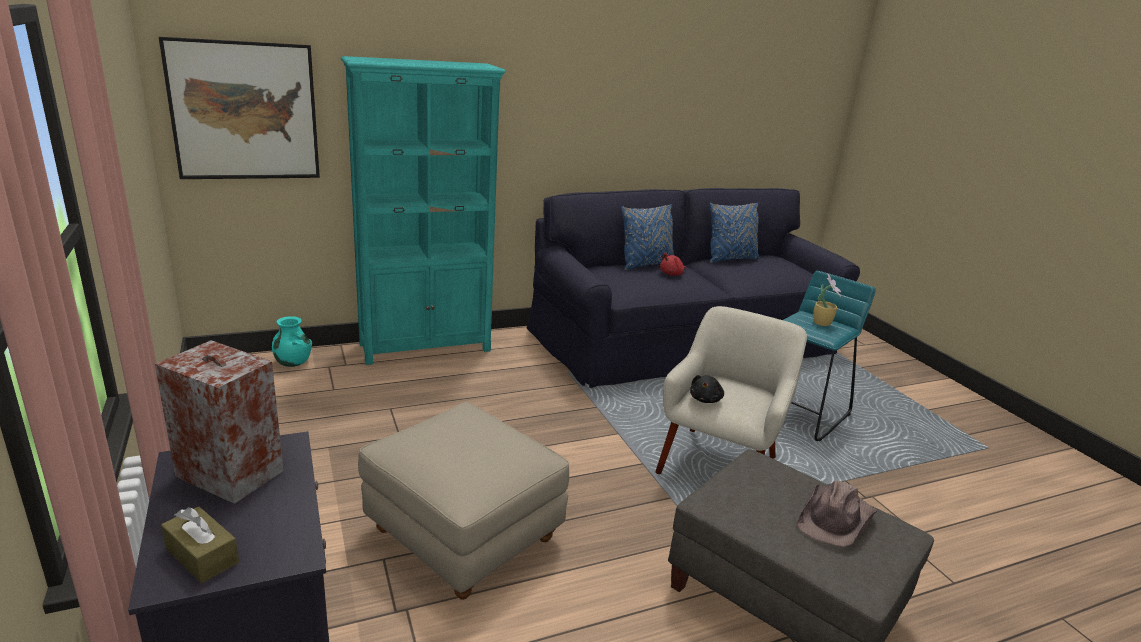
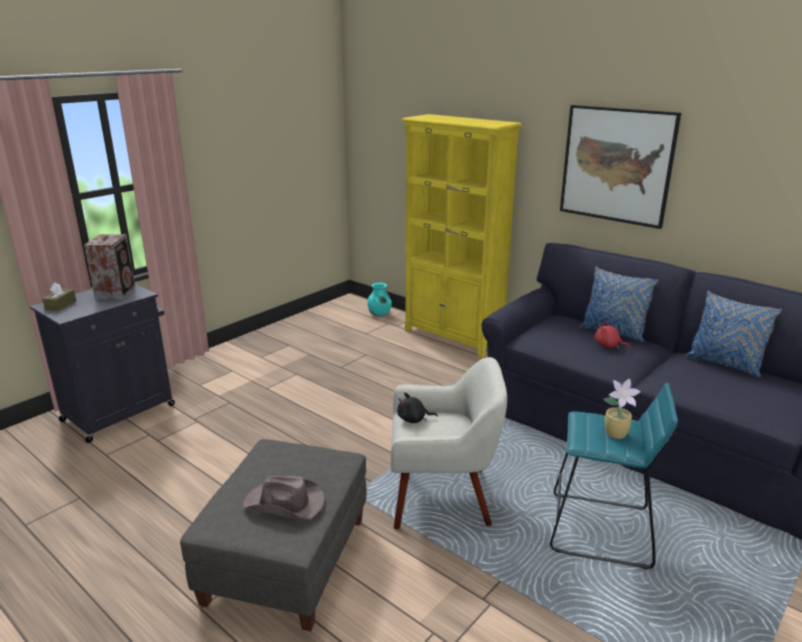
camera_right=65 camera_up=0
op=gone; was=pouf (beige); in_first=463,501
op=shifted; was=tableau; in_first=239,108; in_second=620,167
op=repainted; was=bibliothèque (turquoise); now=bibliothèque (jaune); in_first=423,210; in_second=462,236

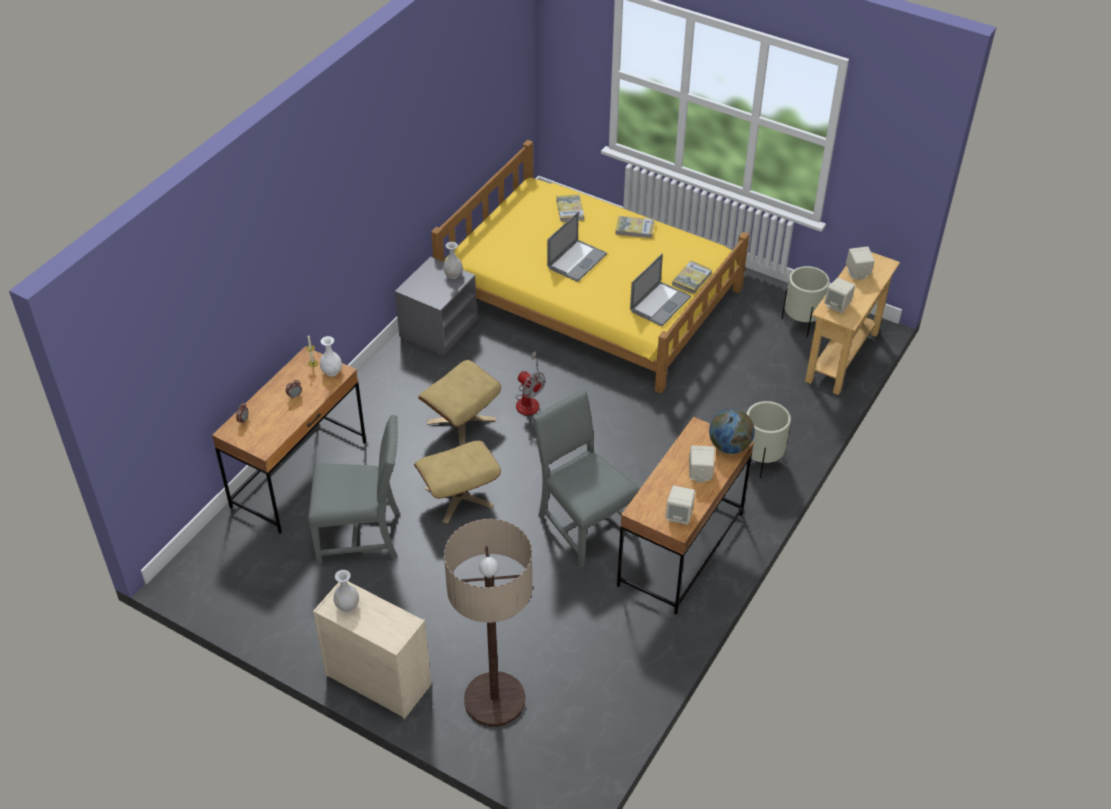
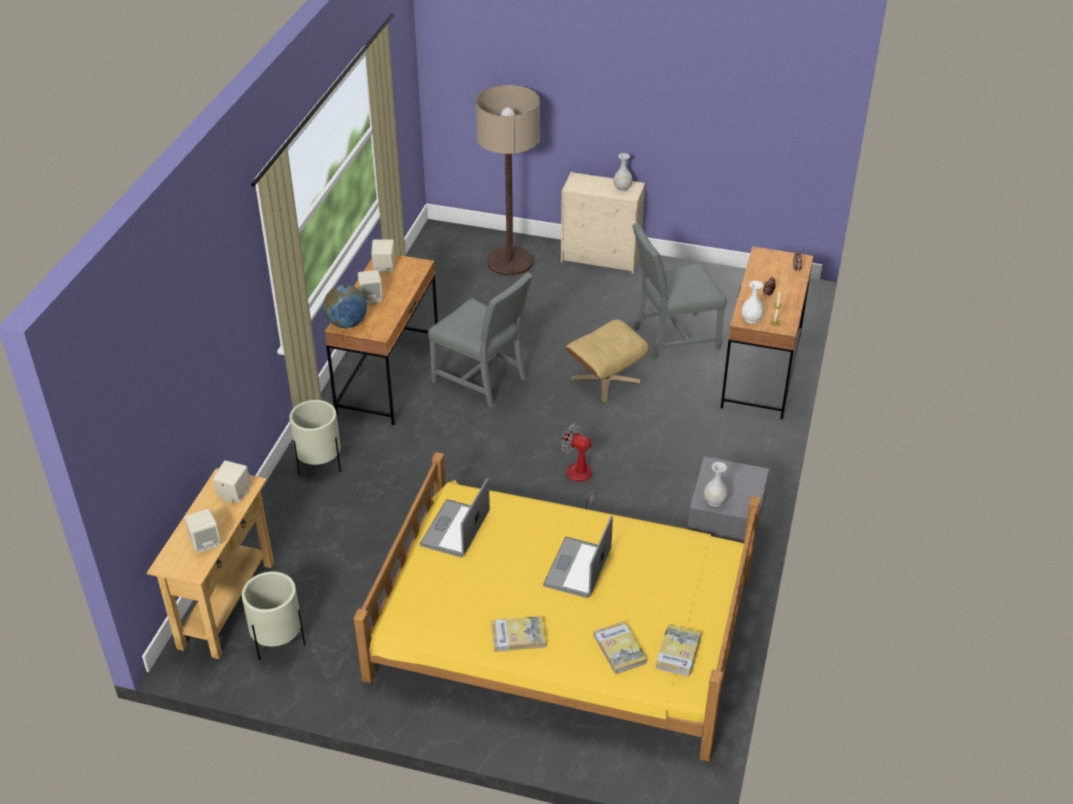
camera_right=165 camera_up=-5
op=gone; was=pouf (beige); in_first=459,403
op=shifted; was=livre; in_first=692,277; in_second=678,650

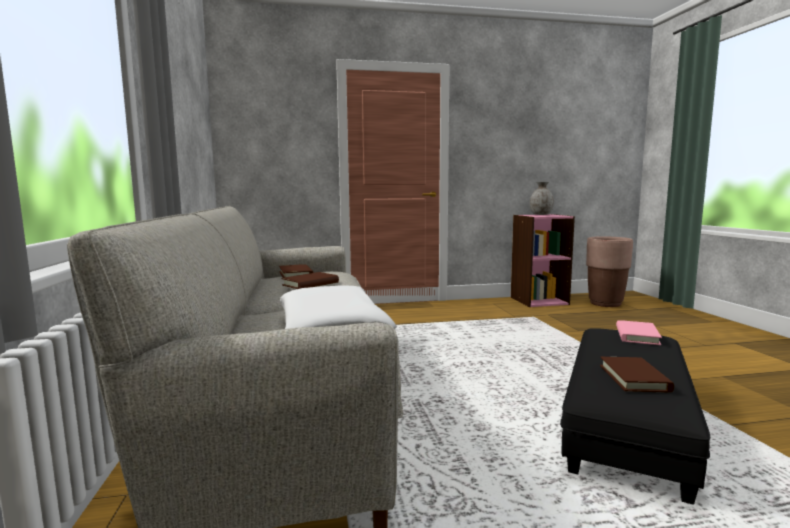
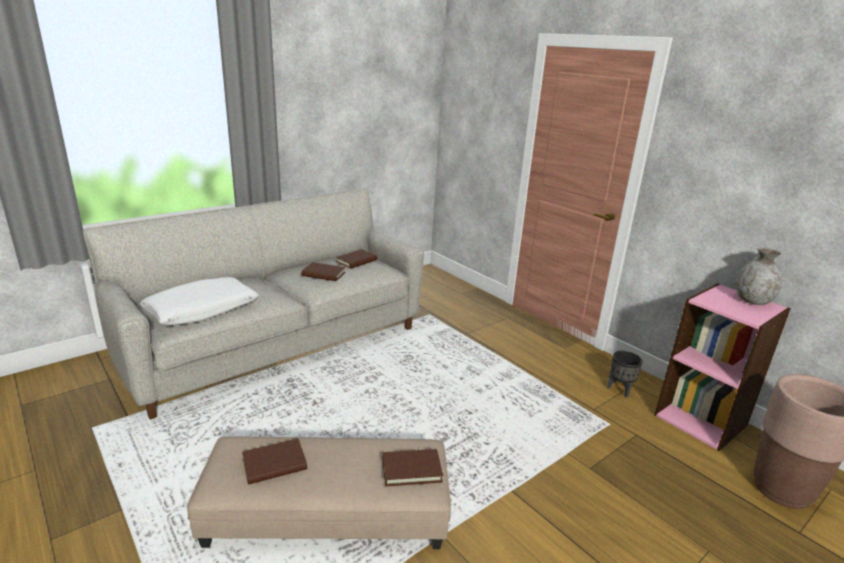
camera_right=60 camera_up=15
op=new; now=cache-pot (noir); in_second=625,374
op=repainted; was=pouf (noir); now=pouf (beige); in_first=635,416; in_second=319,492
op=repainted; was=livre (rose); now=livre (marron); in_first=639,332; in_second=412,467

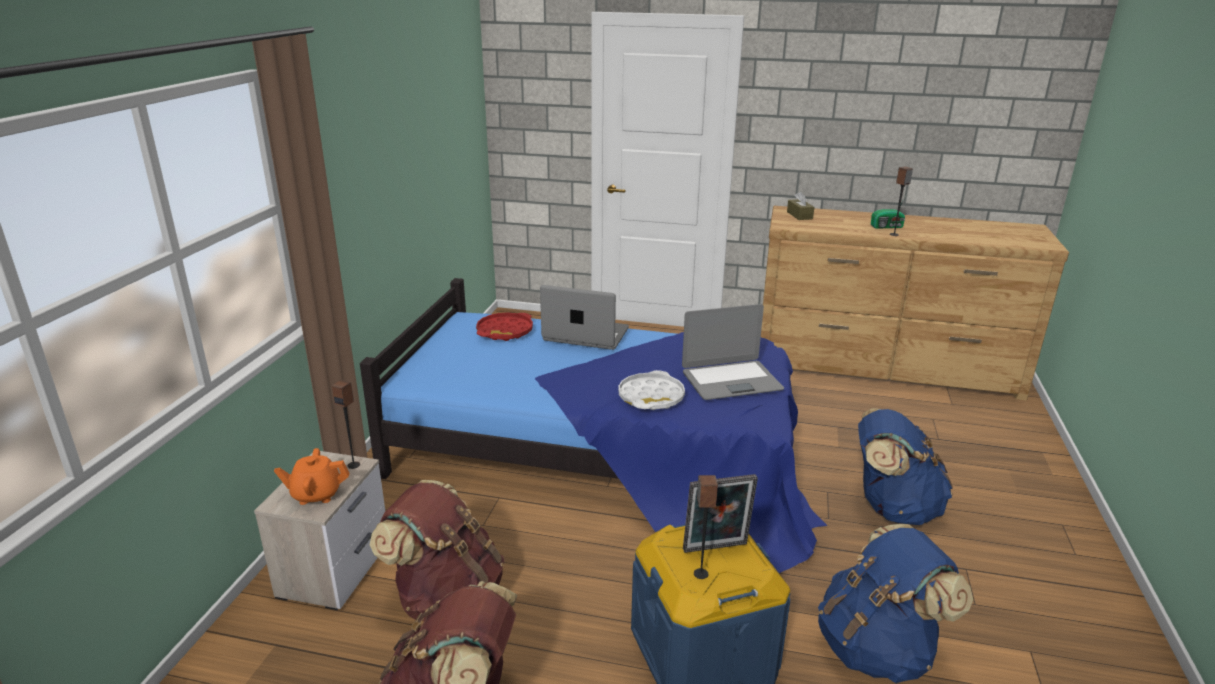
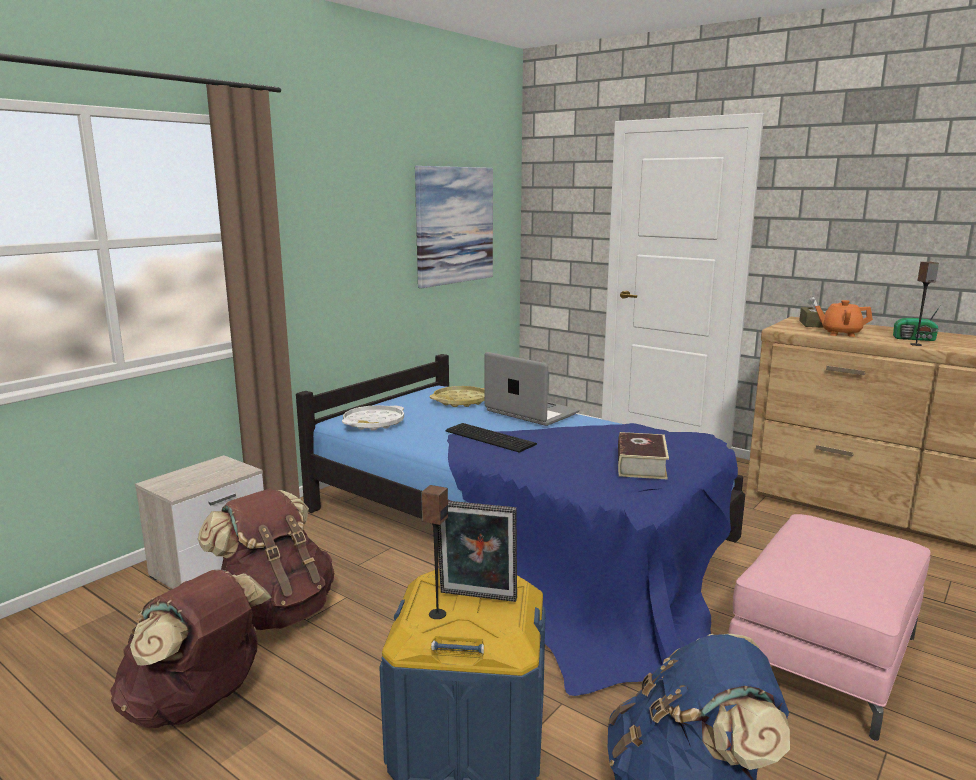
camera_right=25 camera_up=-10
op=gone; was=enceinte; in_first=346,424
op=new; now=tableau; in_second=454,227
op=new; now=clavier; in_second=491,438
op=shifted; was=théière (orange); in_first=312,476; in_second=844,318
op=shifted; was=plateau (blanc); in_first=651,390; in_second=373,418
op=swapped; was=ordinateur portable; now=livre; in_first=733,352; in_second=643,456
op=swapped; was=sac à dos (bleu); now=pouf (rose); in_first=905,466; in_second=829,627
op=repainted; was=plateau (rouge); now=plateau (jaune); in_first=504,327; in_second=457,396

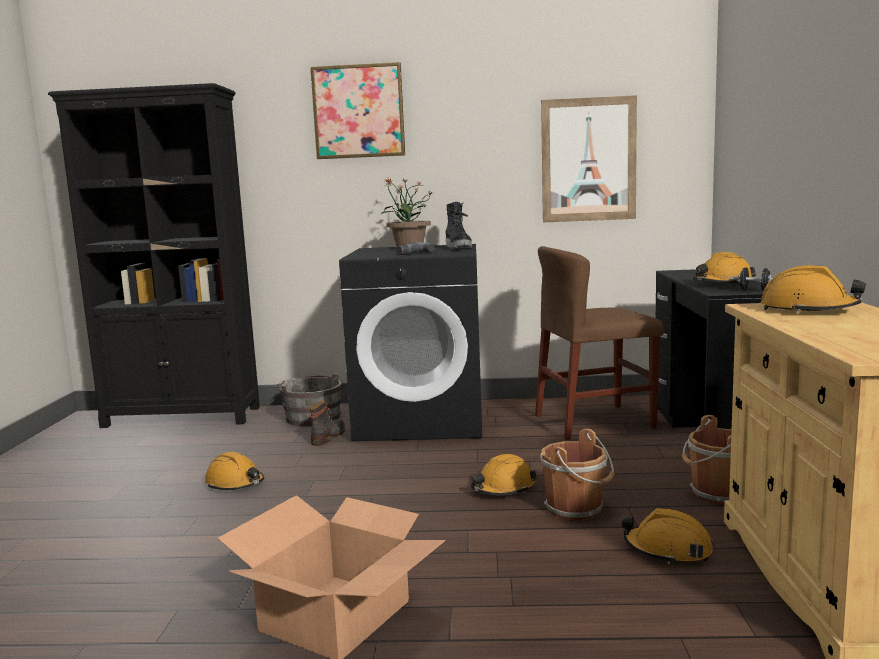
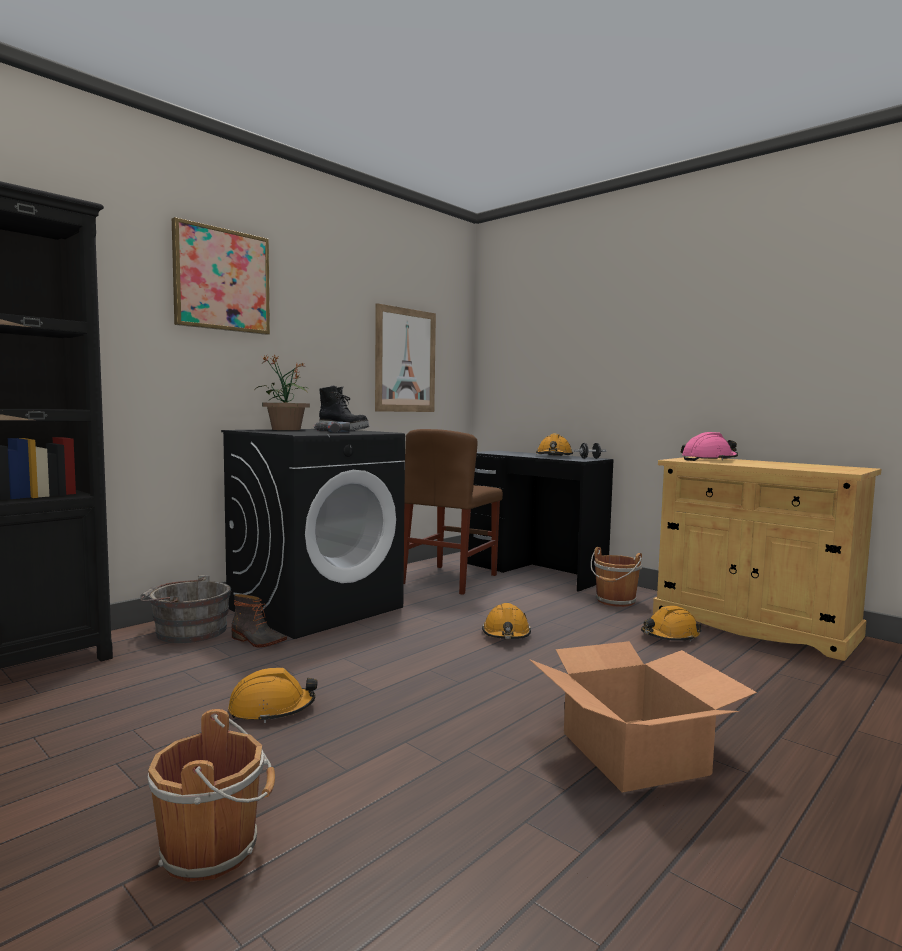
camera_right=-50 camera_up=-5
op=shifted; was=seau (marron); in_first=577,474; in_second=211,795
op=repainted; was=casque de chantier (orange); now=casque de chantier (rose); in_first=813,289; in_second=709,446
op=rotated; was=botte; in_first=327,423; in_second=259,621; clockwise=150

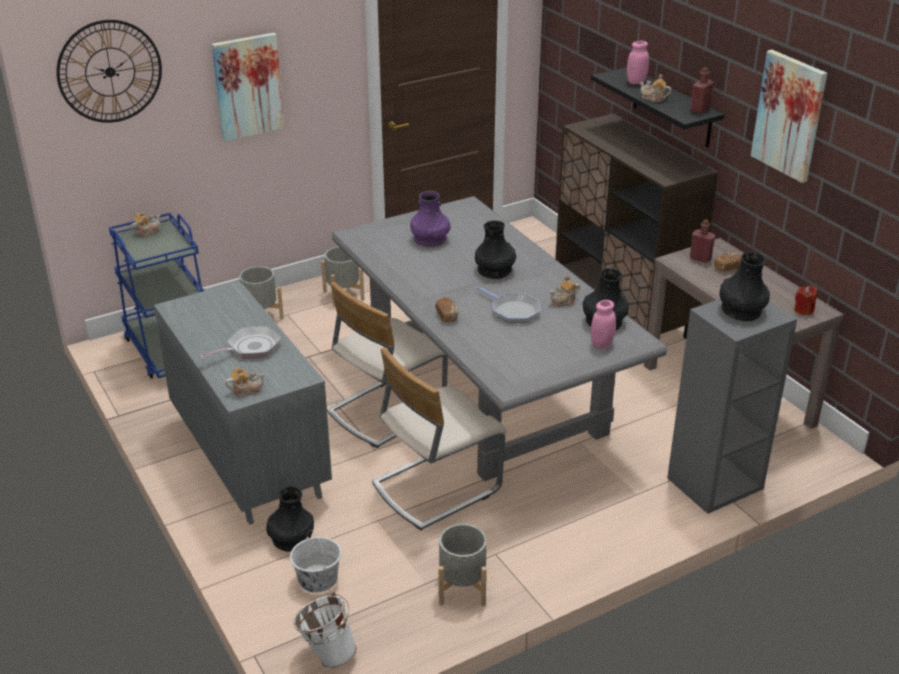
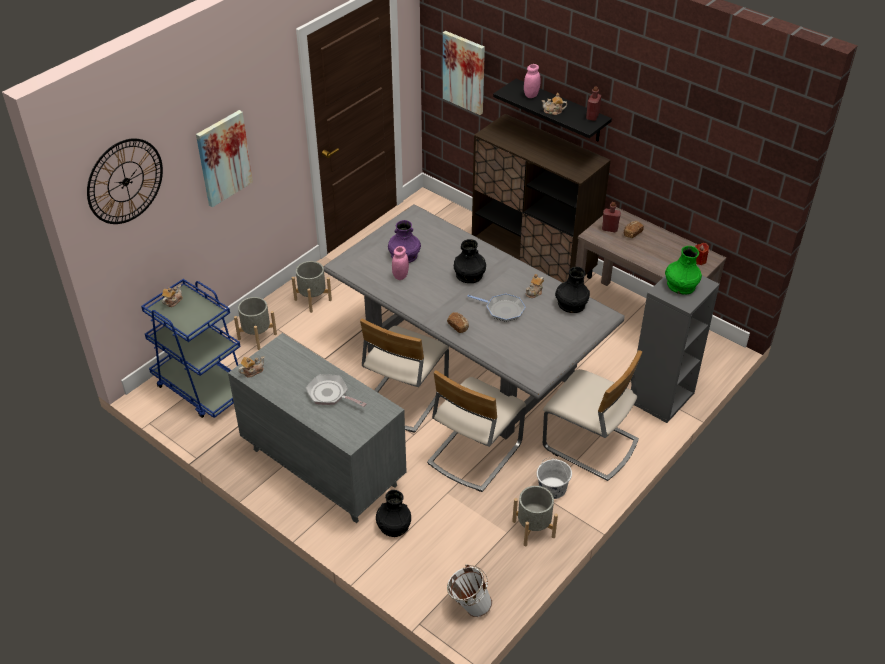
camera_right=-20 camera_up=10
op=new; now=chaise (beige); in_second=592,415
op=shifted; was=théière; in_first=245,381; in_second=251,367
op=shifted; was=seau (blanc); in_first=316,561; in_second=554,478
op=shifted; was=bocal (rose); in_first=603,324; in_second=400,263
op=shifted; was=tableau; in_first=789,116; in_second=464,73
op=repainted; was=vase (noir); now=vase (vert); in_first=744,286; in_second=683,270
op=rotated; was=poêle; in_first=239,342; in_second=336,390; clockwise=-90

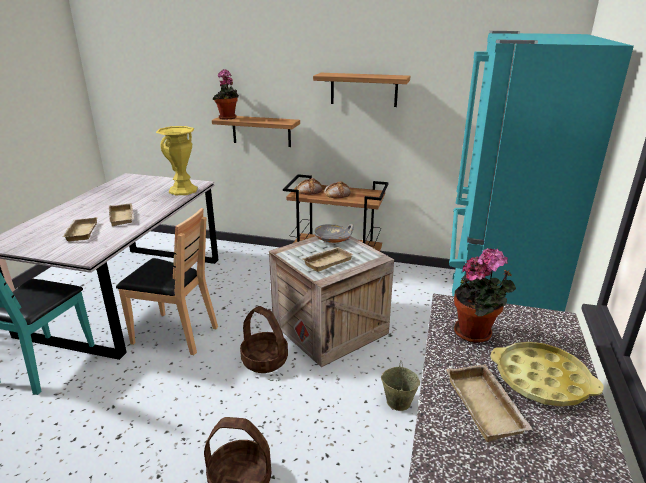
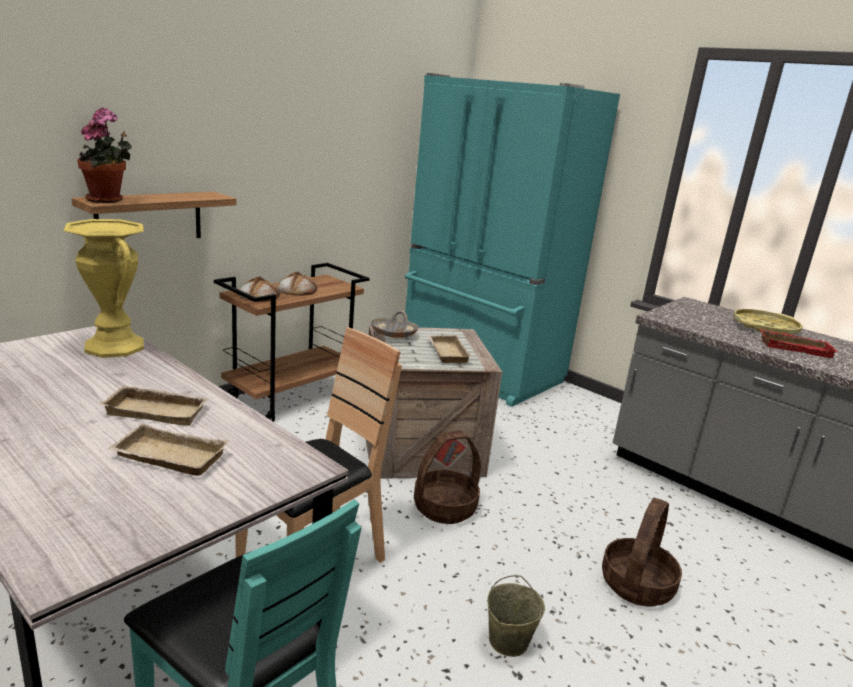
camera_right=-65 camera_up=-5
op=gone; was=étagère; in_first=361,90
op=gone; was=plante en pot; in_first=485,295
op=shifted; was=seau (beige); in_first=400,385; in_second=516,616
op=repainted; was=plateau (beige); now=plateau (rouge); in_first=489,403; in_second=799,343

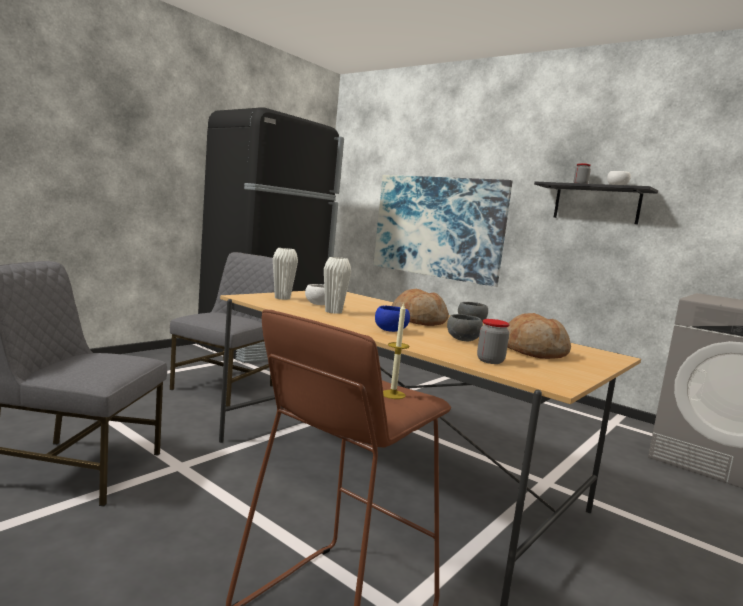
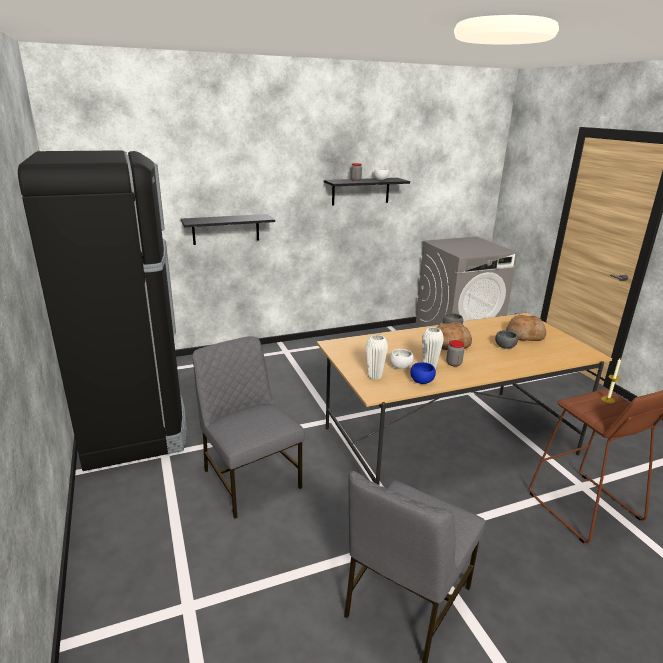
camera_right=-60 camera_up=15
op=shifted; was=bol (bleu); in_first=392,319; in_second=423,373
op=shifted; was=bocal; in_first=493,341; in_second=455,353
op=swapped; was=tableau; now=étagère (noir); in_first=443,231; in_second=228,229

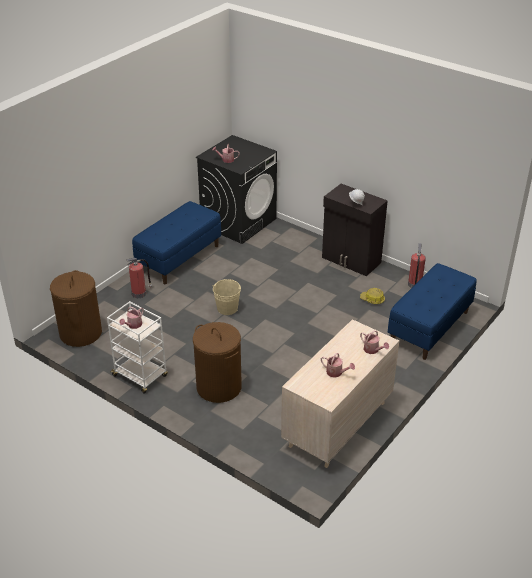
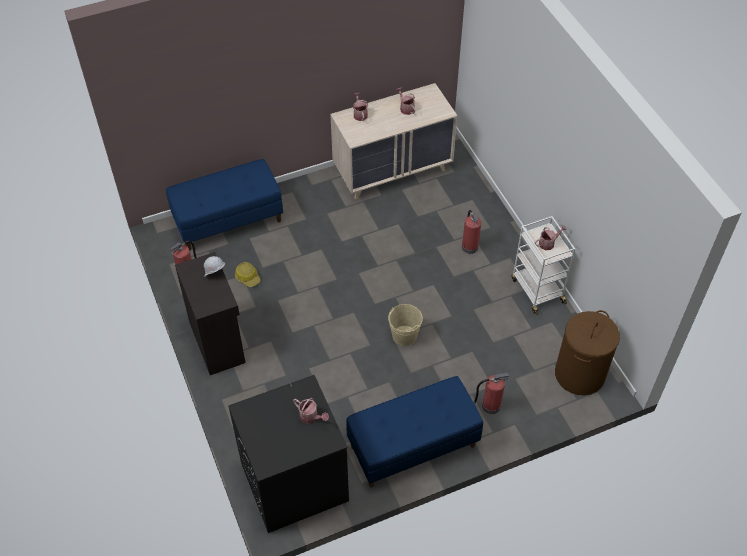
camera_right=-150 camera_up=15
op=swapped; was=panier à linge (marron); now=extincteur; in_first=217,362; in_second=471,232

